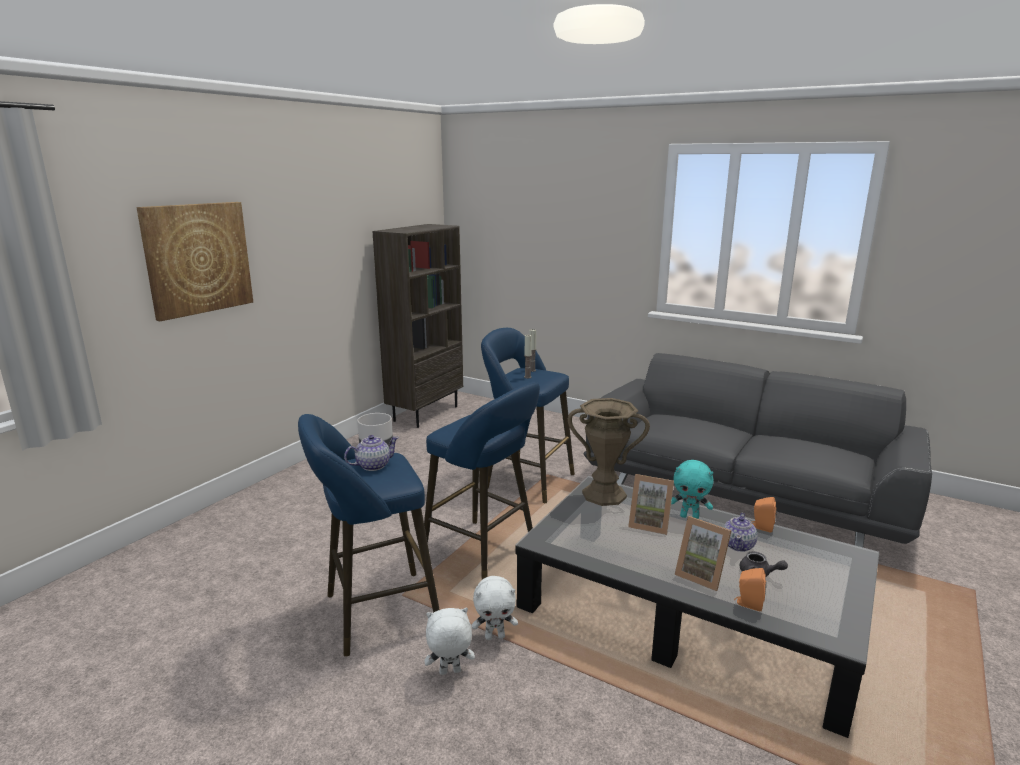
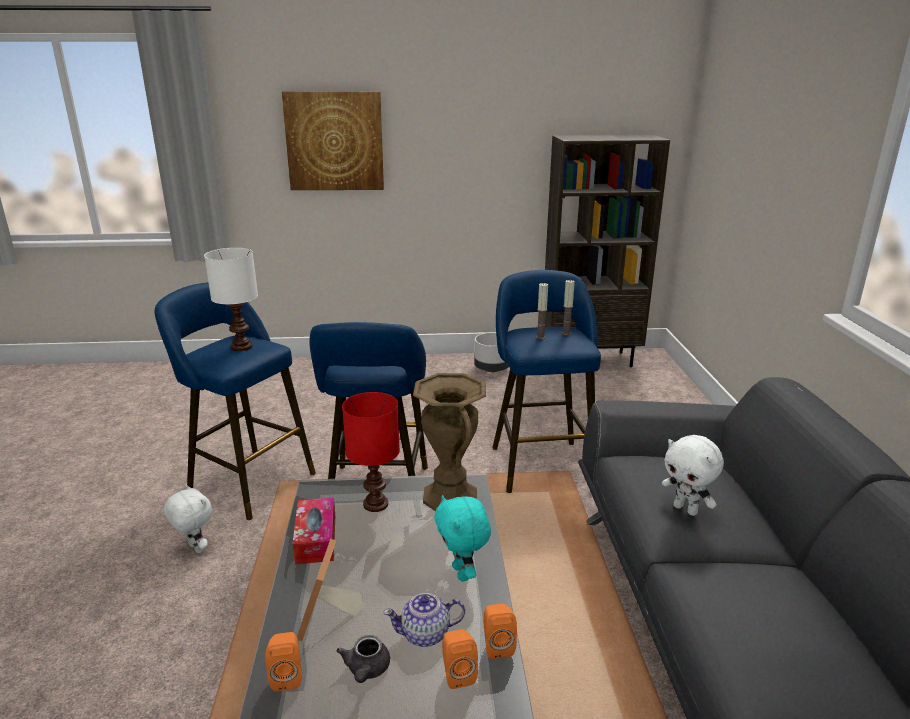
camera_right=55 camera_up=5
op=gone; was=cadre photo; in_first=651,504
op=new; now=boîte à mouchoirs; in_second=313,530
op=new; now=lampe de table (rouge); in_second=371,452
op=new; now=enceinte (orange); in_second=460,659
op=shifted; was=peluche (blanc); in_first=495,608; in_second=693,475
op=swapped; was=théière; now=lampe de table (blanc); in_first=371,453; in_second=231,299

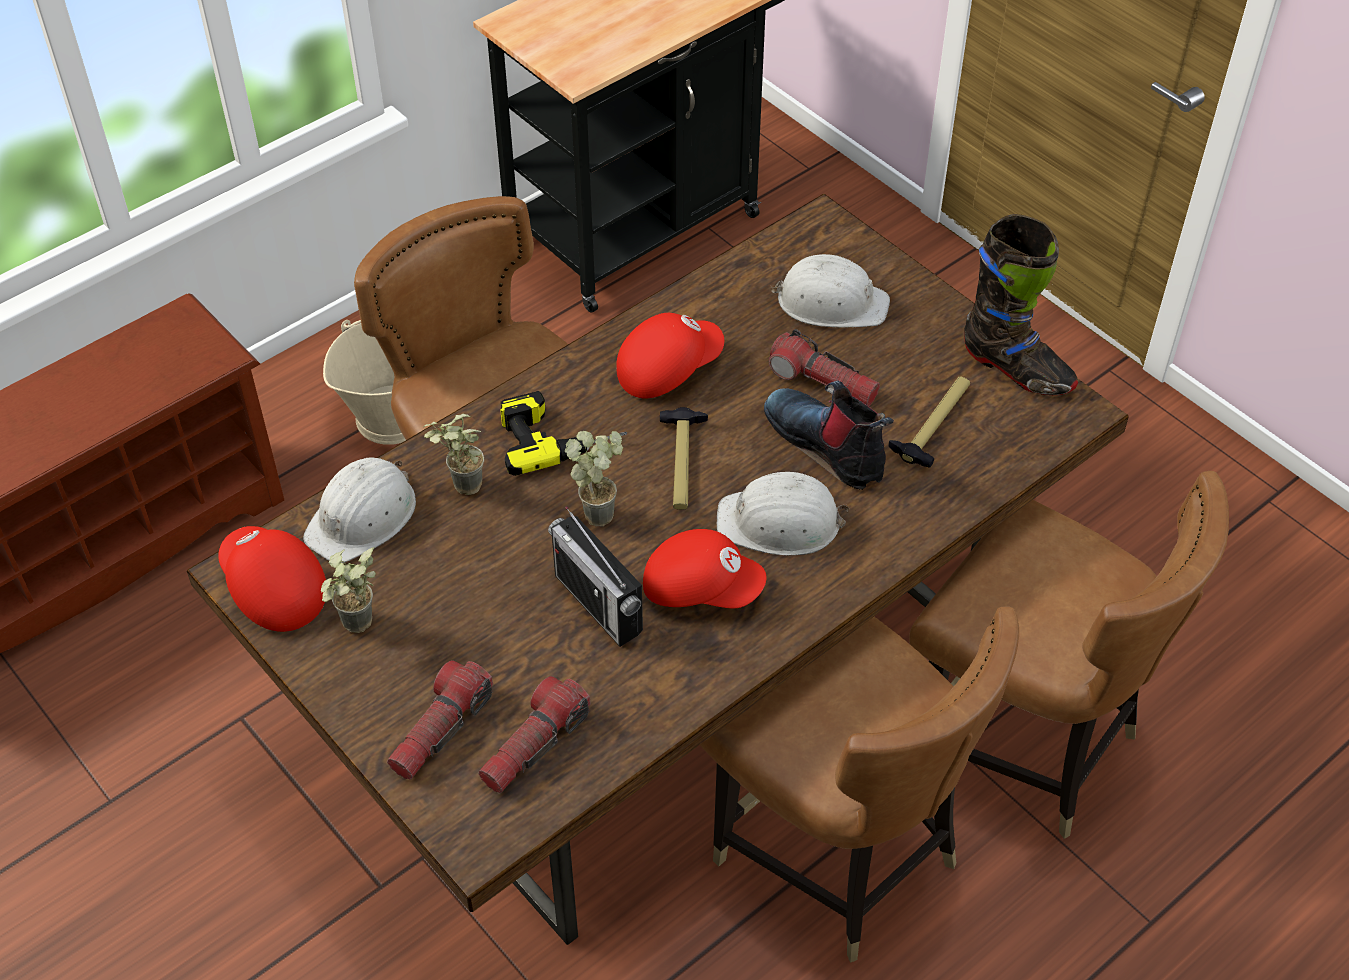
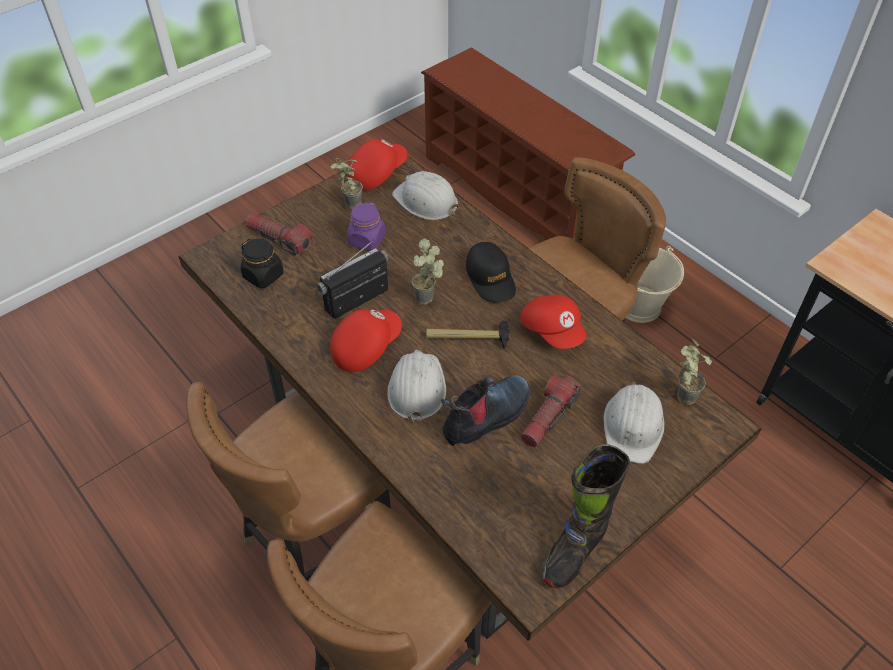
camera_right=90 camera_up=0
op=gone; was=marteau; in_first=929,421
op=new; now=bocal (violet); in_second=366,226
op=shifted; was=plante en pot; in_first=454,454; in_second=694,372
op=swapped; was=lampe de poche; now=bocal (noir); in_first=534,734; in_second=262,263
op=swapped; was=perceuse; now=casquette (noir); in_first=563,433; in_second=491,272
op=rotated; was=casquette (rouge); in_first=704,568; in_second=366,340; clockwise=-150

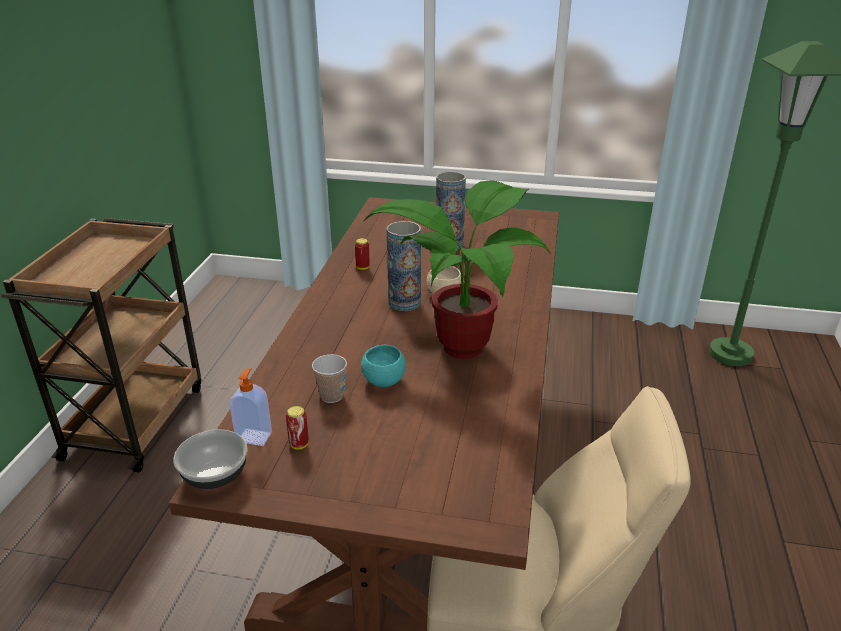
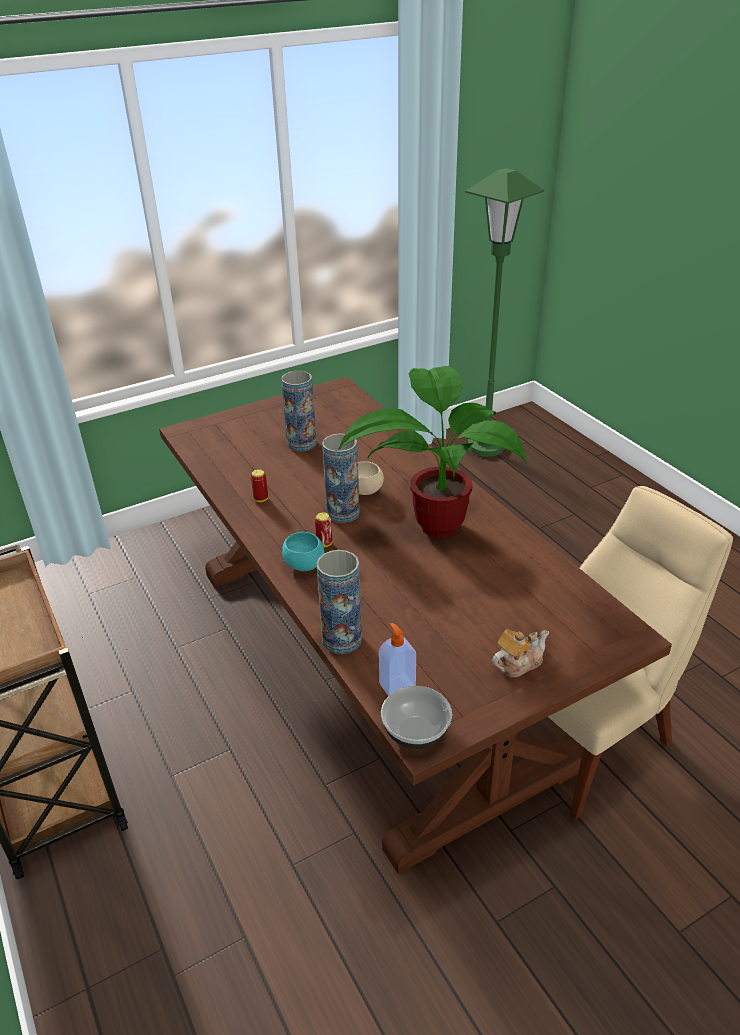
camera_right=-40 camera_up=5
op=gone; was=tasse; in_first=329,378
op=new; now=vase; in_second=339,602
op=new; now=théière; in_second=520,653
op=shifted; was=boîte métallique; in_first=297,427; in_second=323,529
op=shifted; was=bol (turquoise); in_first=383,366; in_second=303,551

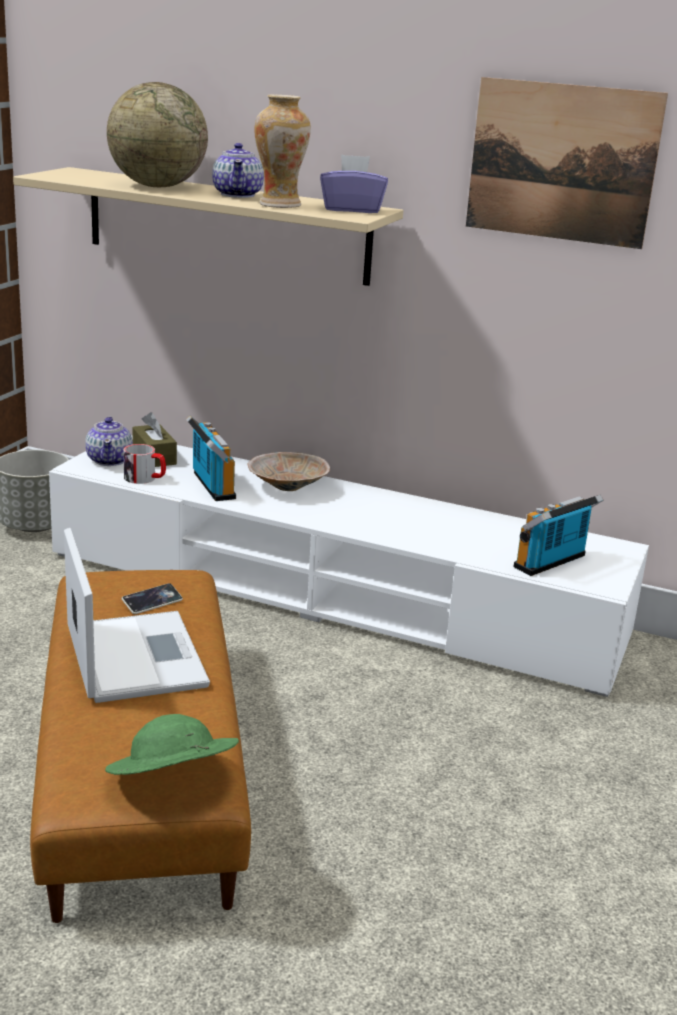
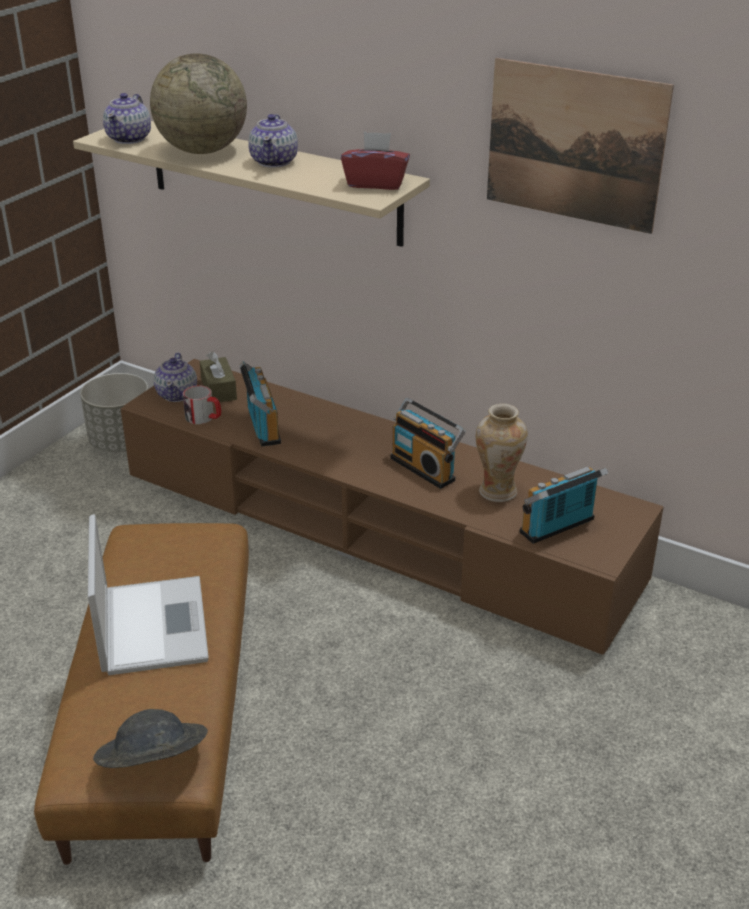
camera_right=10 camera_up=10
op=gone; was=téléphone; in_first=152,598
op=gone; was=bol (beige); in_first=288,471
op=new; now=théière; in_second=127,118
op=new; now=radio; in_second=428,443
op=shifted; was=vase; in_first=282,151; in_second=502,453
op=repainted; was=meuble télé (blanc); now=meuble télé (marron); in_first=349,566; in_second=392,507
op=repainted; was=chapeau (vert); now=chapeau (gris); in_first=172,744; in_second=150,738
op=repainted; was=boîte à mouchoirs (violet); now=boîte à mouchoirs (rouge); in_first=354,184; in_second=375,160

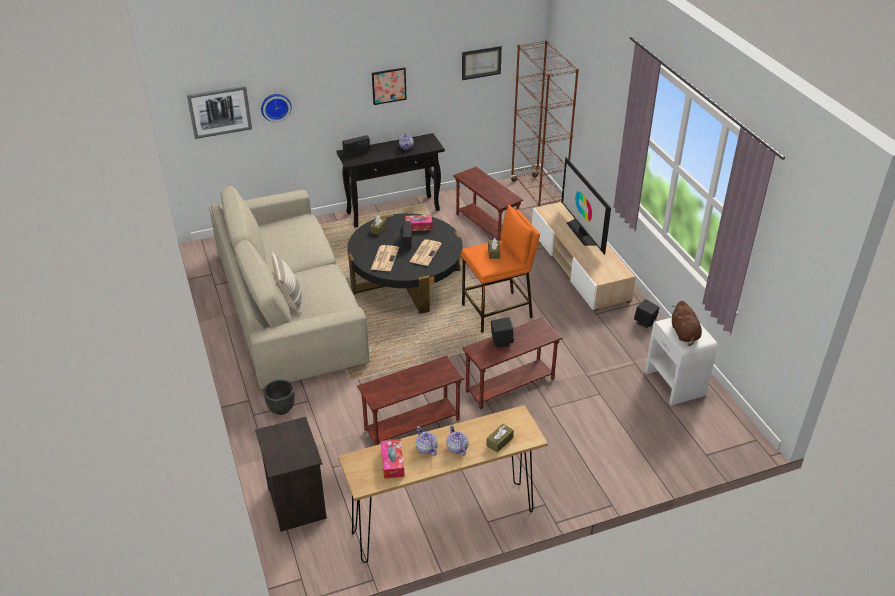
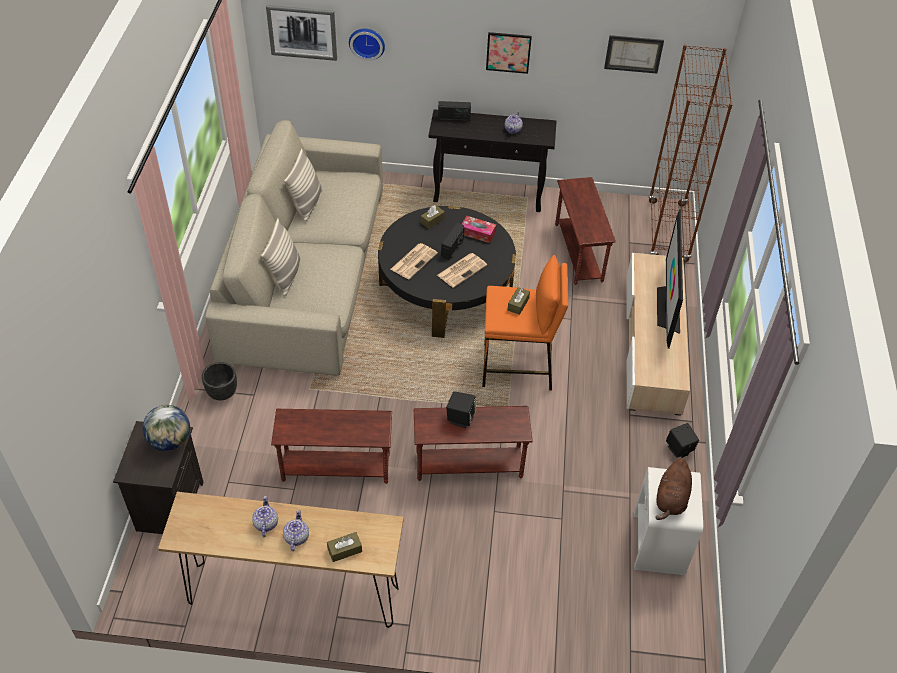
camera_right=25 camera_up=10
op=gone; was=boîte à mouchoirs; in_first=392,459
op=new; now=globe; in_second=166,428
op=new; now=coussin; in_second=303,186

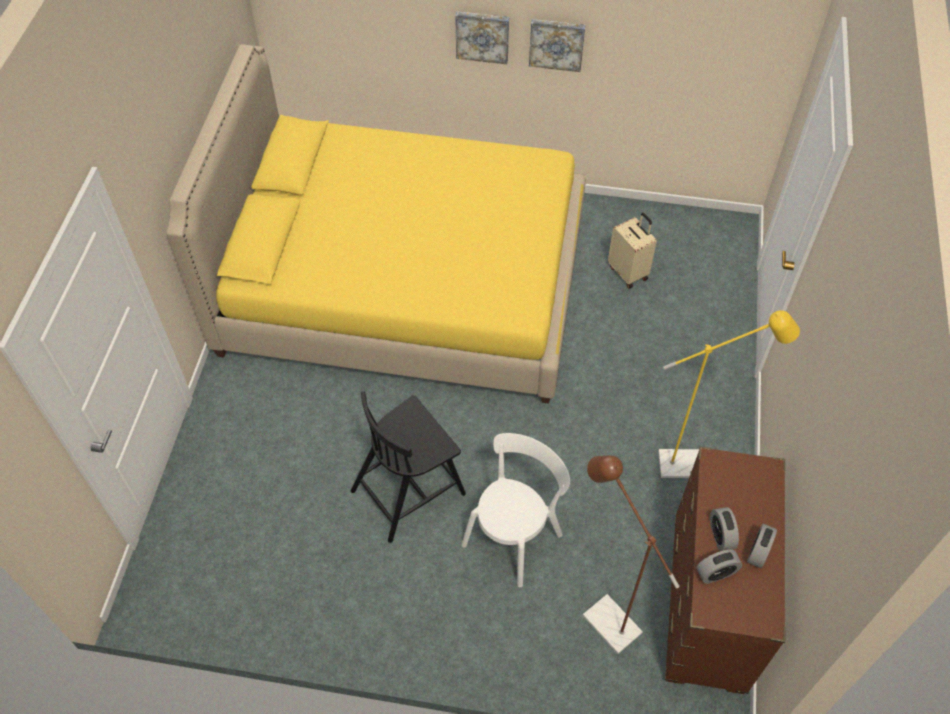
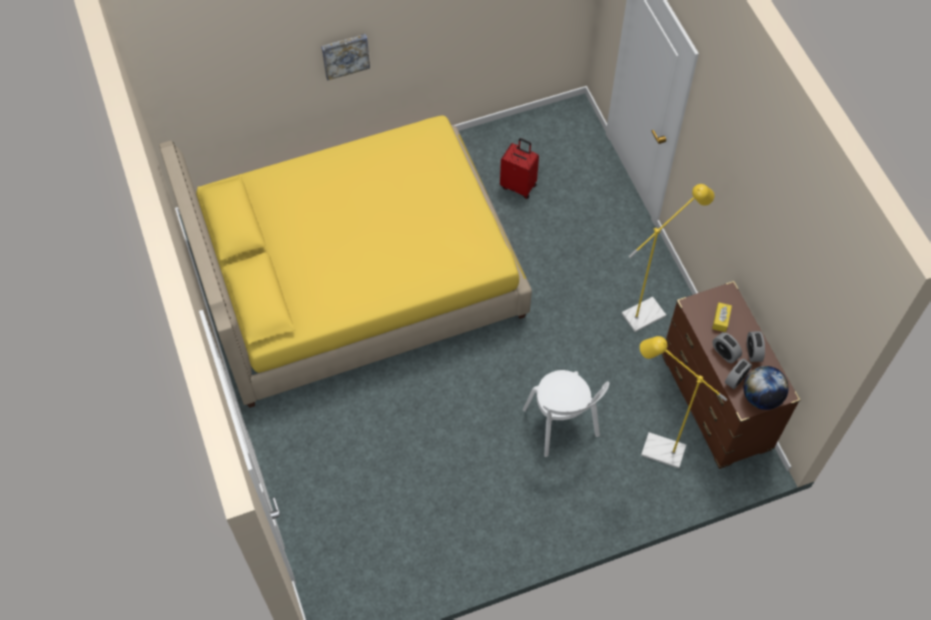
camera_right=-30 camera_up=5
op=gone; was=chaise (noir); in_first=408,467
op=gone; was=tableau; in_first=557,45
op=new; now=boîte à mouchoirs (jaune); in_second=722,317
op=new; now=globe; in_second=766,388
op=repainted; was=lampadaire (marron); now=lampadaire (jaune); in_first=631,555; in_second=683,402
op=repainted; was=valise (beige); now=valise (rouge); in_first=632,250; in_second=519,168
op=rotated; was=chaise (blanc); in_first=515,510; in_second=566,413; clockwise=150

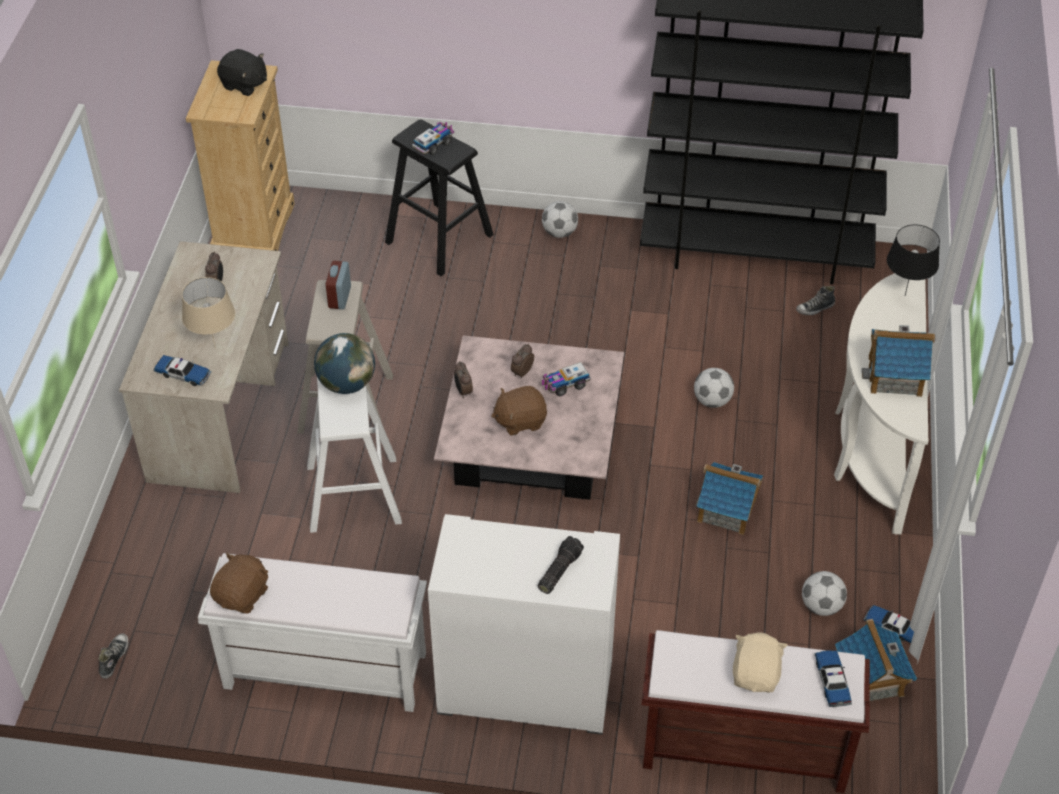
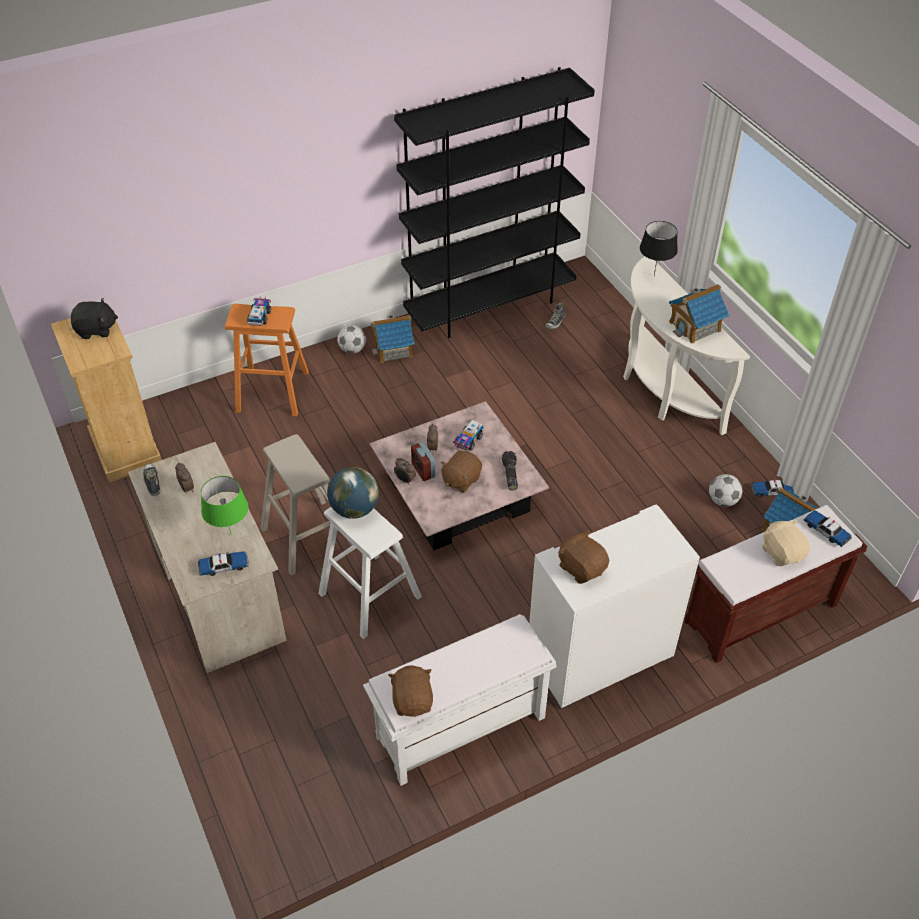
camera_right=-35 camera_up=0
op=gone; was=ballon de foot; in_first=714,388
op=new; now=peluche (marron); in_second=583,557
op=shifted; was=chaussure; in_first=113,656; in_second=151,479
op=shifted; was=réveil; in_first=338,285; in_second=423,461
op=shifted; was=lampe de poche; in_first=561,565; in_second=510,470
op=shifted; was=maison miniature; in_first=729,498; in_second=392,338
op=repainted; was=lampe de table (beige); now=lampe de table (vert); in_first=208,313; in_second=224,505
op=repainted; was=tabouret (noir); now=tabouret (orange); in_first=439,197; in_second=267,360

